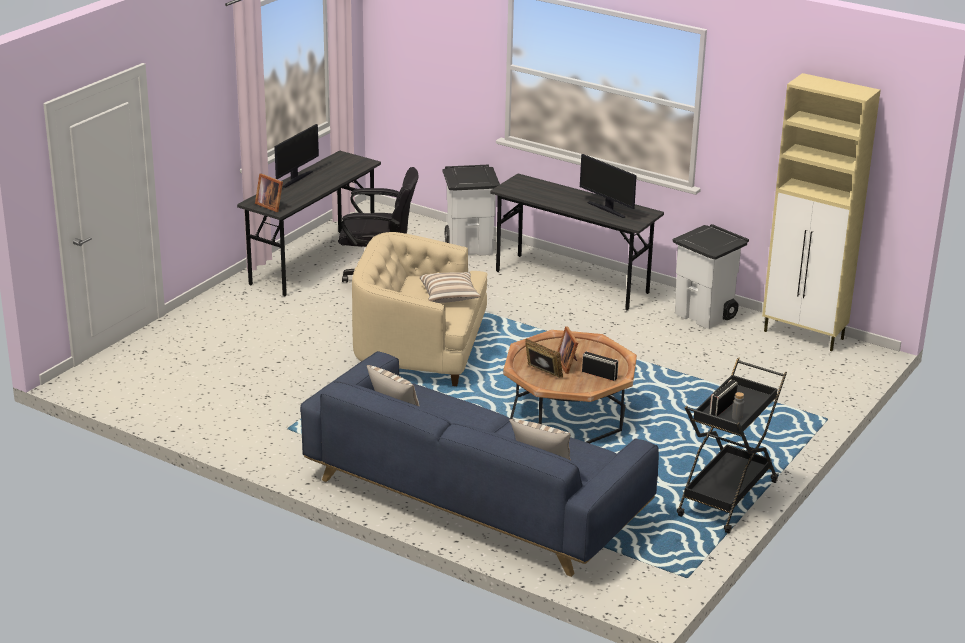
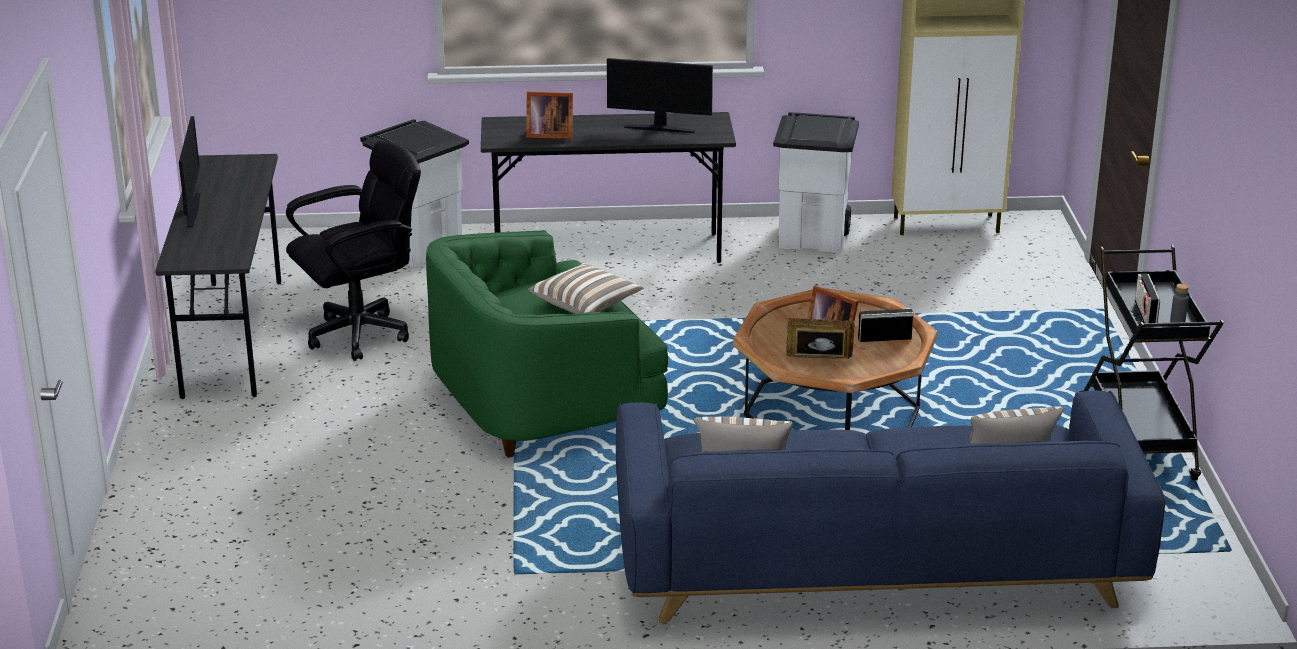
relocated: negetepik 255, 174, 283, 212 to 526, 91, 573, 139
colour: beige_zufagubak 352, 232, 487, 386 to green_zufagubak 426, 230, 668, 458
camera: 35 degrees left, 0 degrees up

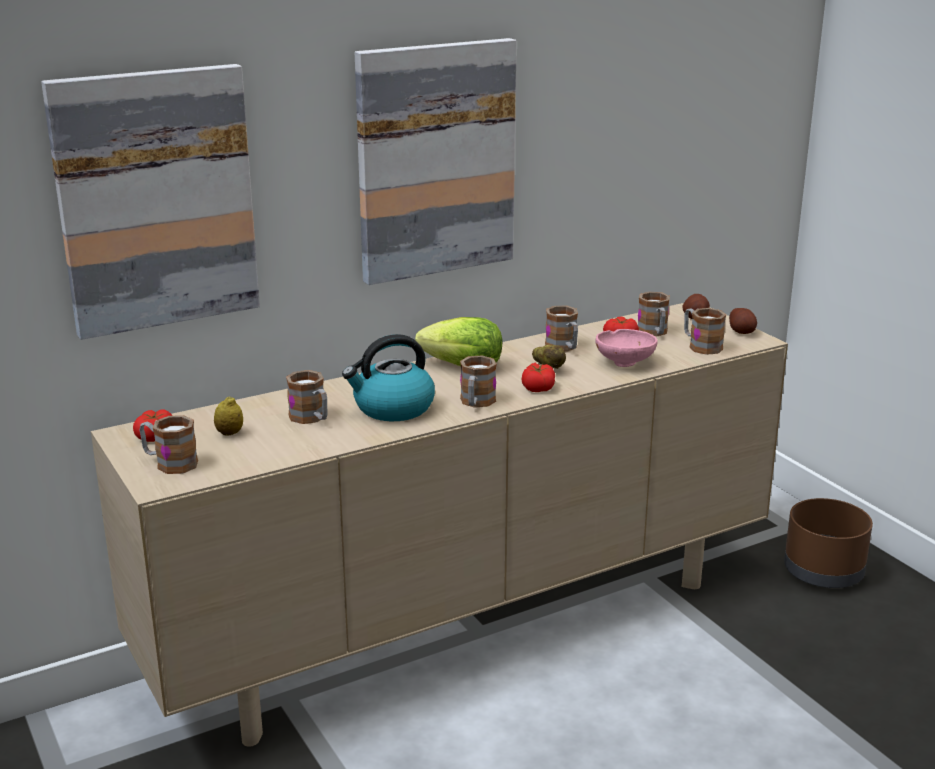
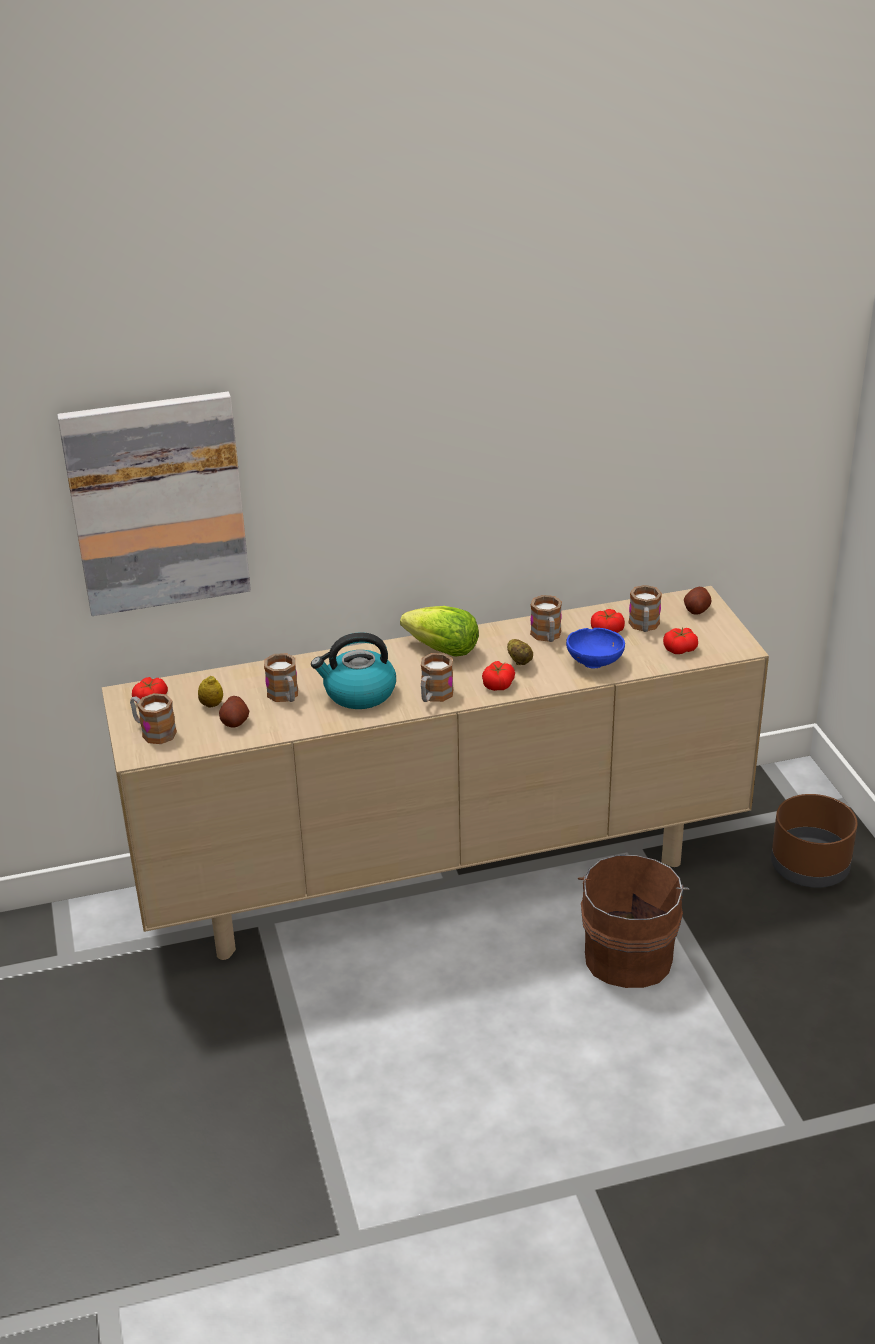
missing: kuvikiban 355, 38, 517, 285
appeared: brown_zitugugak 578, 855, 689, 988
relocated: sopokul 729, 308, 757, 334 to 219, 696, 249, 727
exchanged: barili 684, 308, 726, 355 to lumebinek 663, 628, 698, 654
colour: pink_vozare 595, 329, 658, 367 to blue_vozare 566, 628, 625, 668
camera: 15 degrees right, 10 degrees up

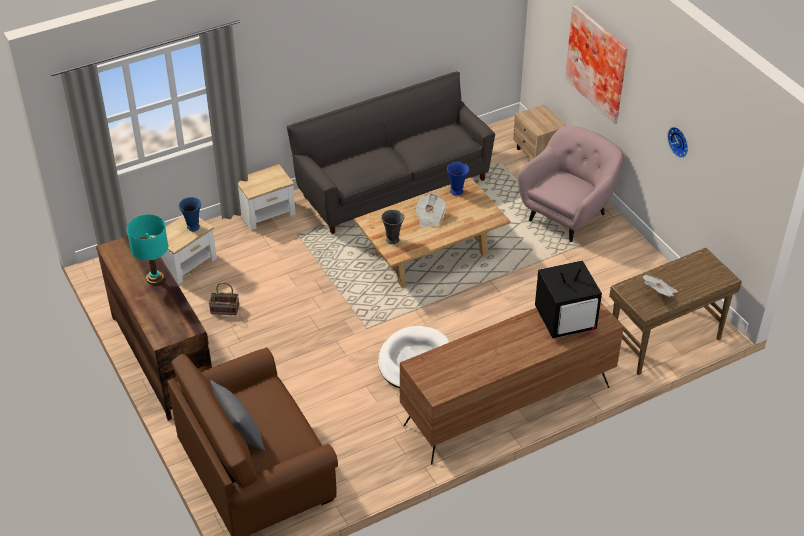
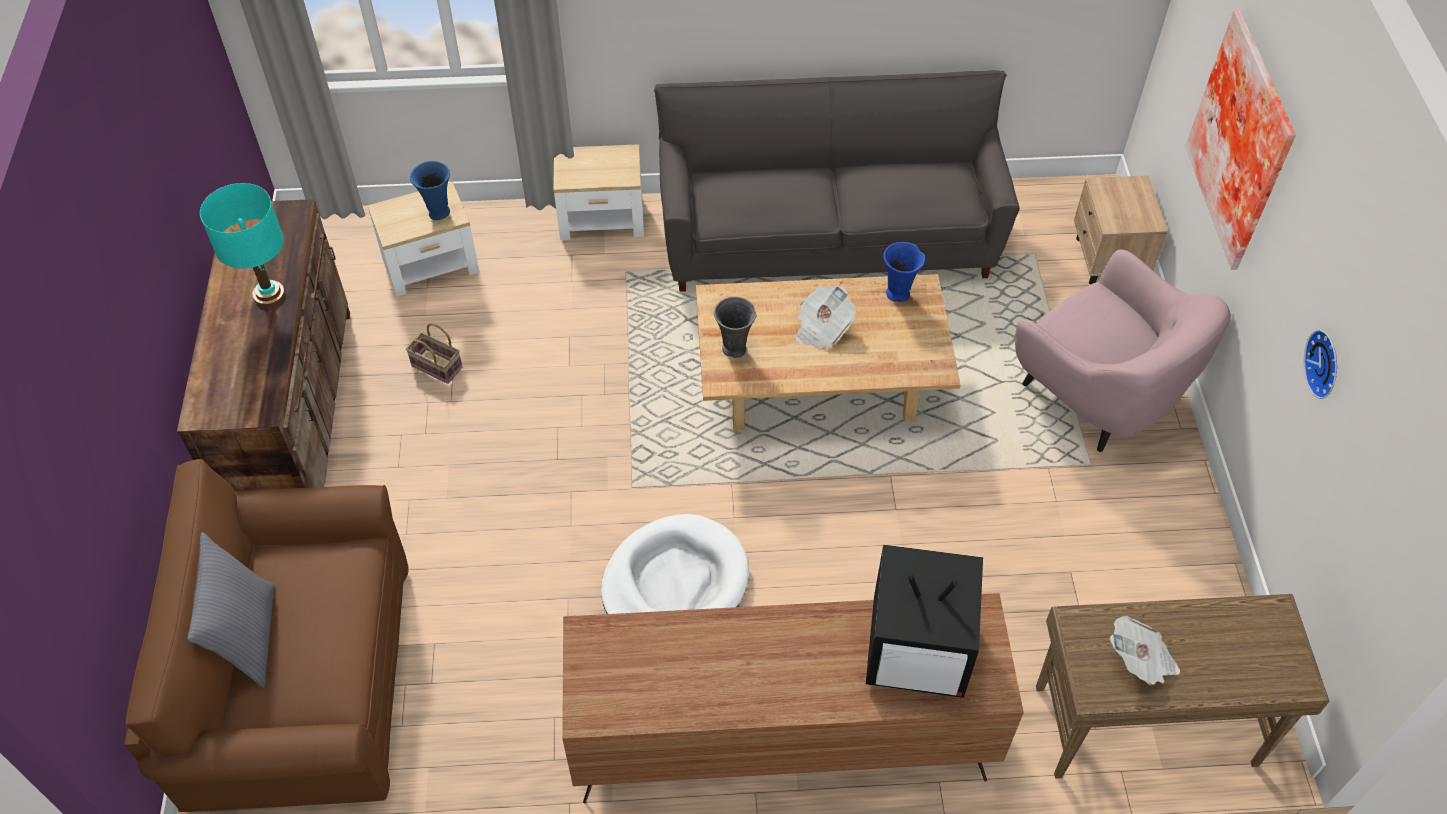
spun: pink_zufagubak 518, 126, 624, 242 = 1015, 250, 1231, 452 75 degrees clockwise
camera: 25 degrees right, 10 degrees up

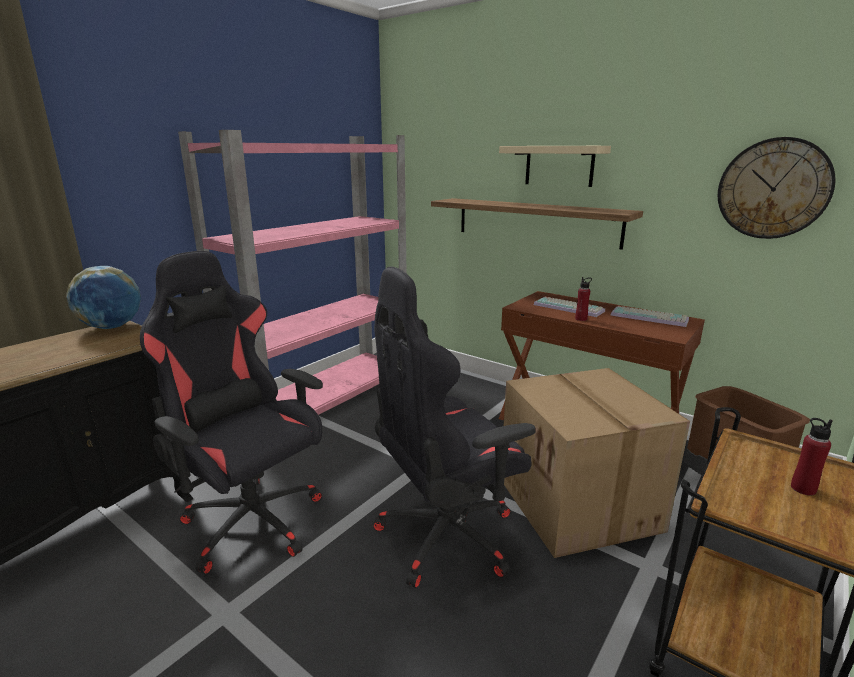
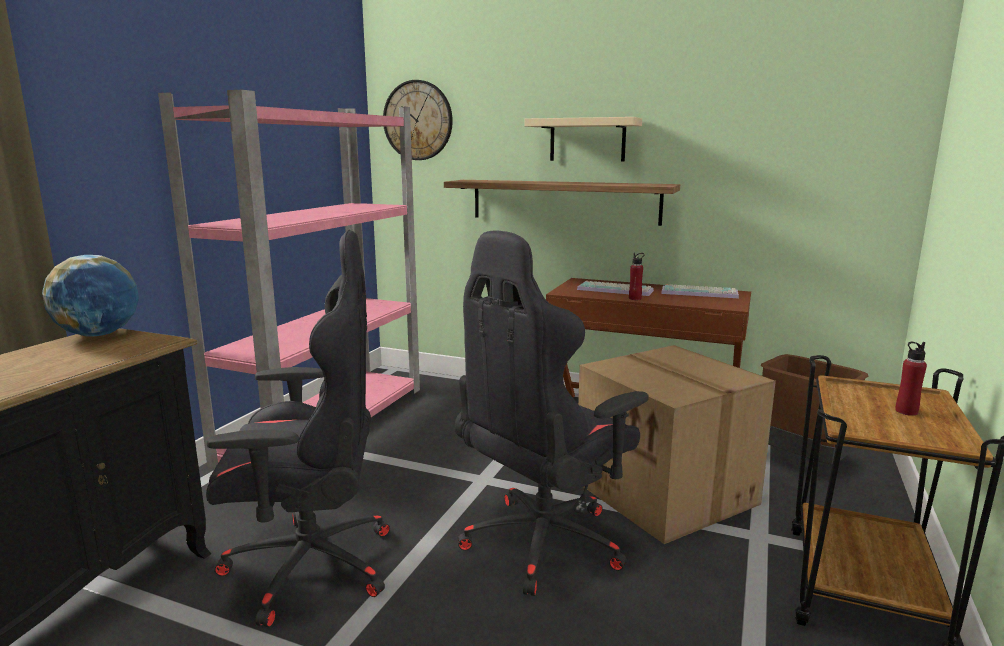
relocated: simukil 718, 137, 836, 239 to 383, 80, 453, 160
spun: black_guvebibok 140, 251, 323, 574 = 206, 230, 390, 627 150 degrees clockwise
camera: 15 degrees left, 5 degrees down

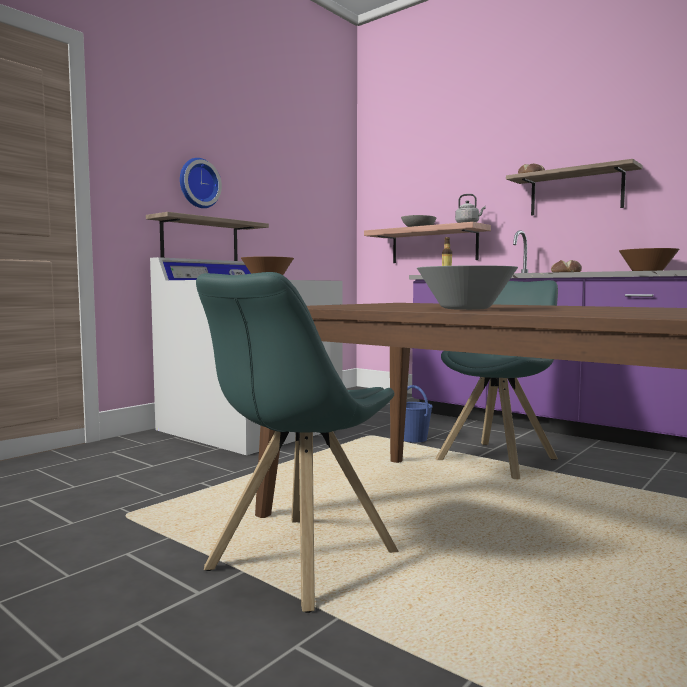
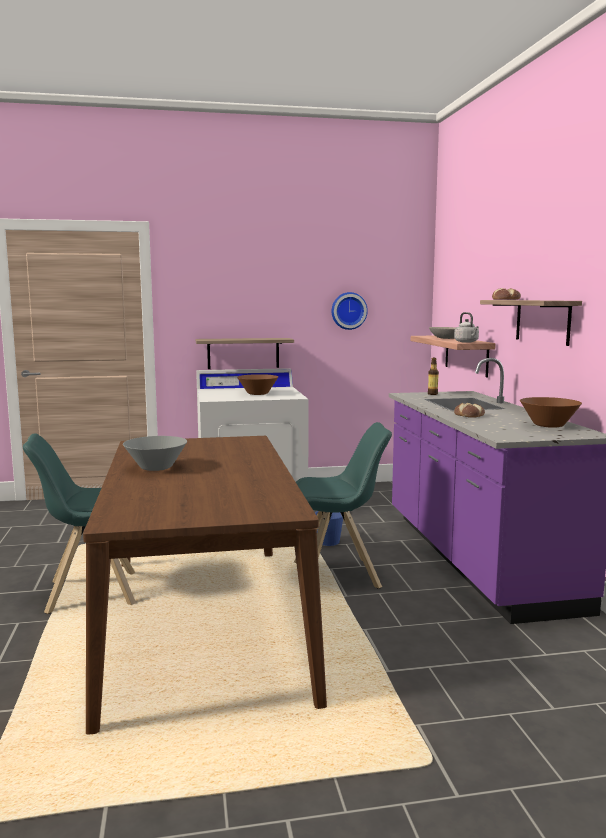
relocated: simukil 180, 158, 222, 208 to 332, 292, 368, 330
camera: 40 degrees right, 5 degrees up

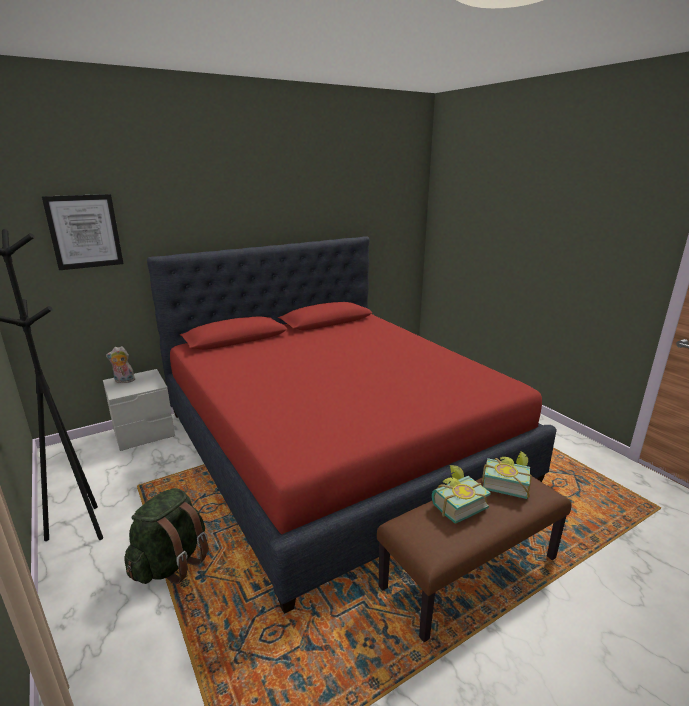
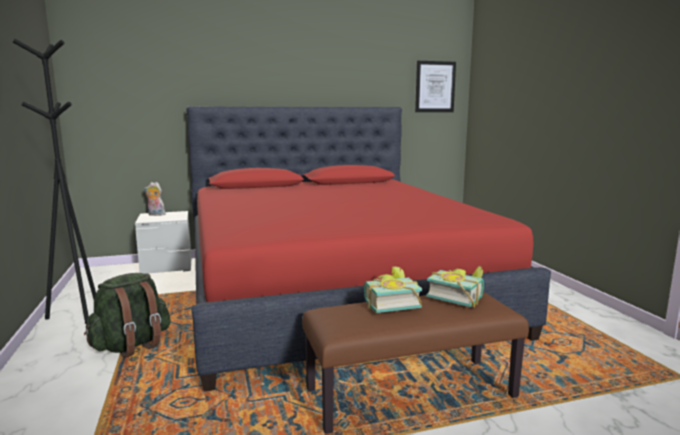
relocated: kuvikiban 42, 194, 124, 270 to 415, 61, 456, 112
camera: 15 degrees right, 10 degrees down

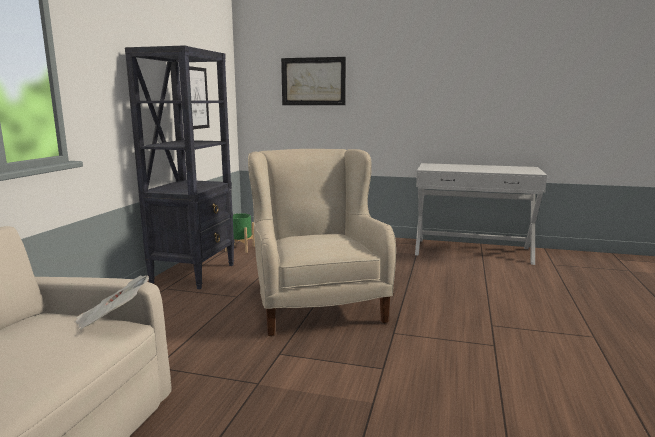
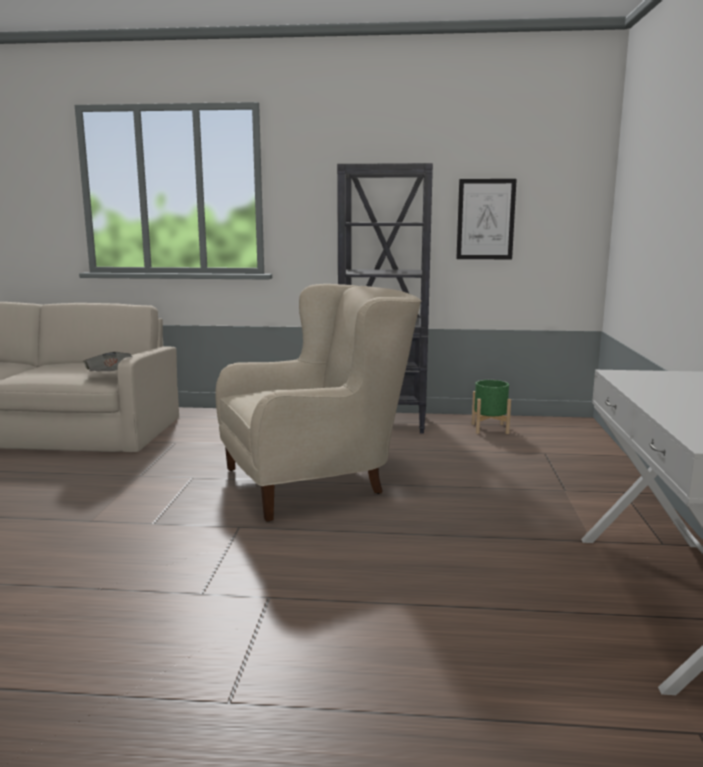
missing: kuvikiban 281, 57, 346, 105
camera: 80 degrees right, 0 degrees up

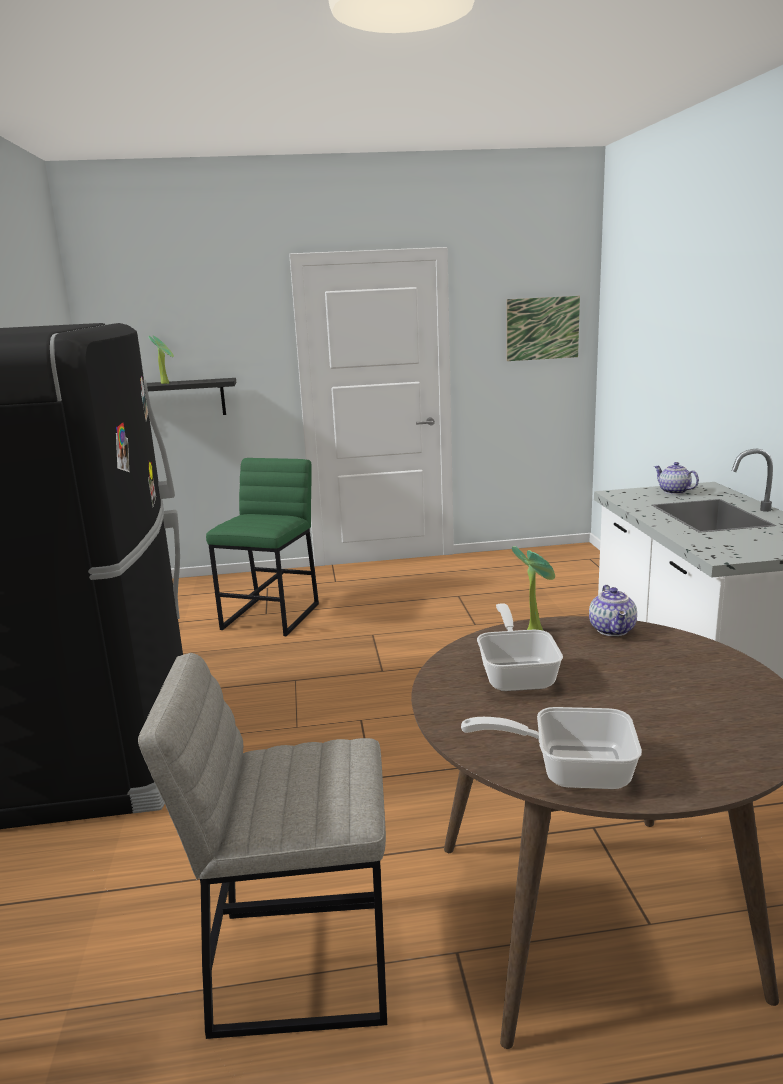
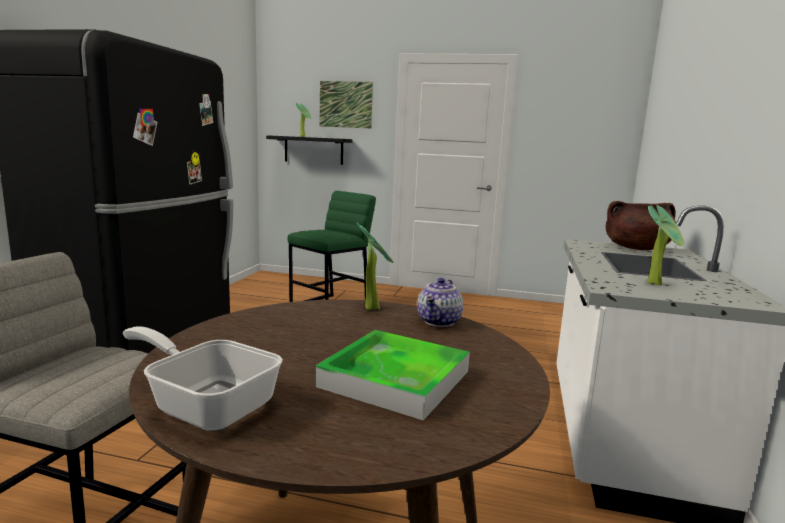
missing: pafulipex 477, 603, 563, 691
appeared: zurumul 316, 330, 470, 421; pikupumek 647, 205, 684, 285
relocated: kuvikiban 507, 296, 580, 361 to 319, 81, 373, 128
exchanged: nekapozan 654, 462, 699, 494 to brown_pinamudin 606, 201, 676, 250
camera: 20 degrees right, 5 degrees down

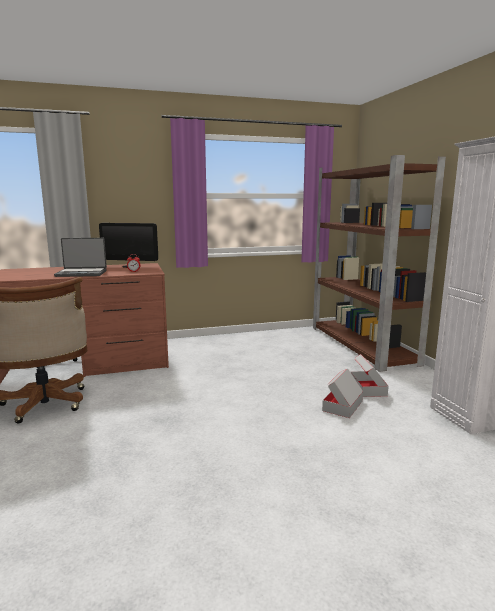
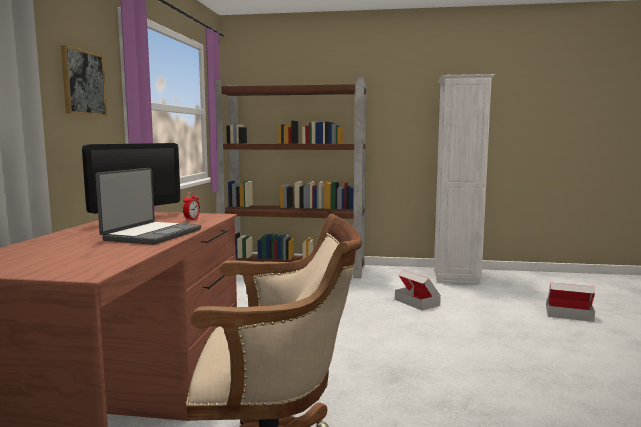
appeared: kuvikiban 61, 45, 107, 116
relocated: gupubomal 350, 354, 389, 397 to 546, 282, 595, 322
camera: 65 degrees left, 5 degrees down

